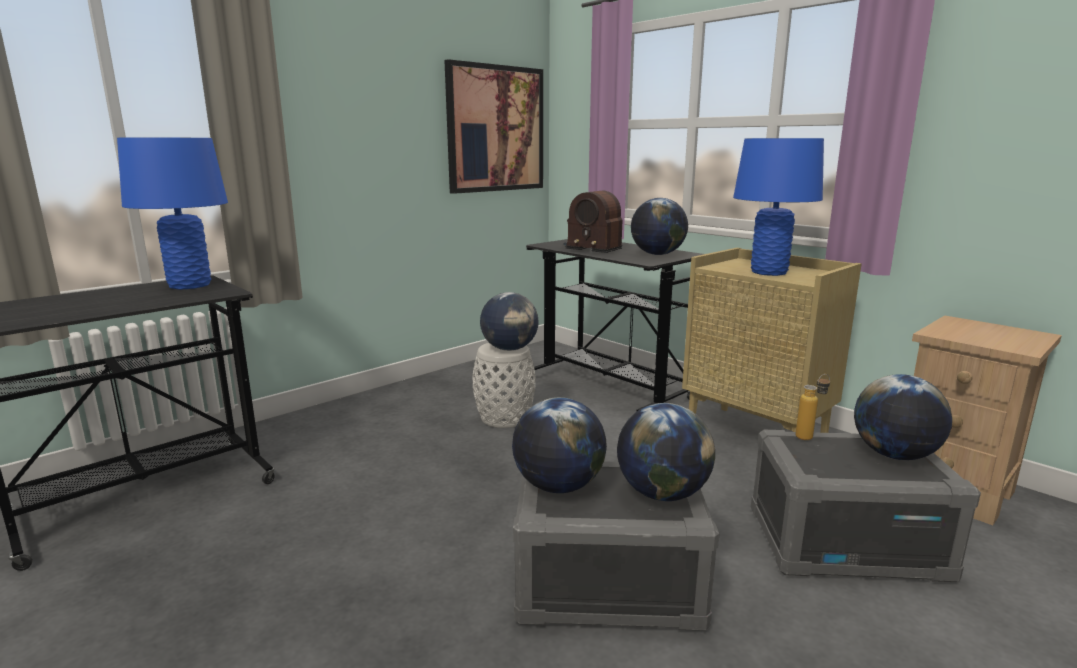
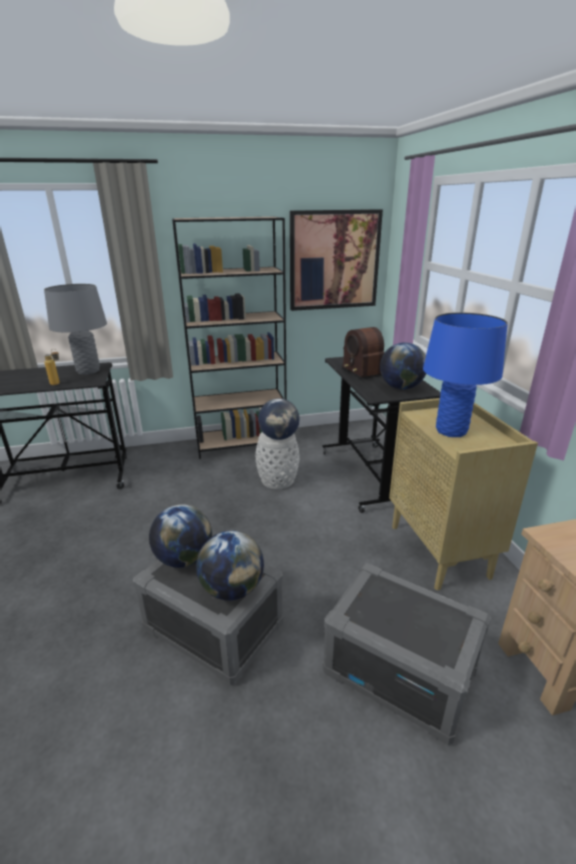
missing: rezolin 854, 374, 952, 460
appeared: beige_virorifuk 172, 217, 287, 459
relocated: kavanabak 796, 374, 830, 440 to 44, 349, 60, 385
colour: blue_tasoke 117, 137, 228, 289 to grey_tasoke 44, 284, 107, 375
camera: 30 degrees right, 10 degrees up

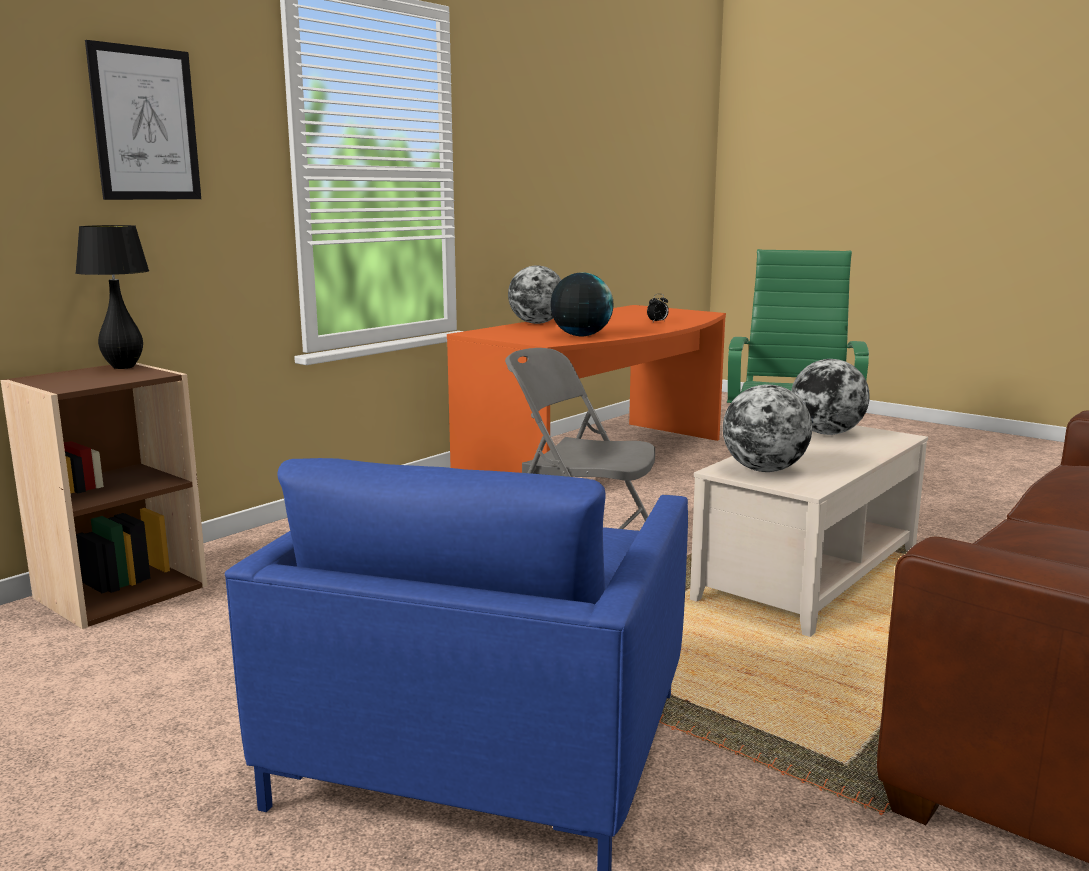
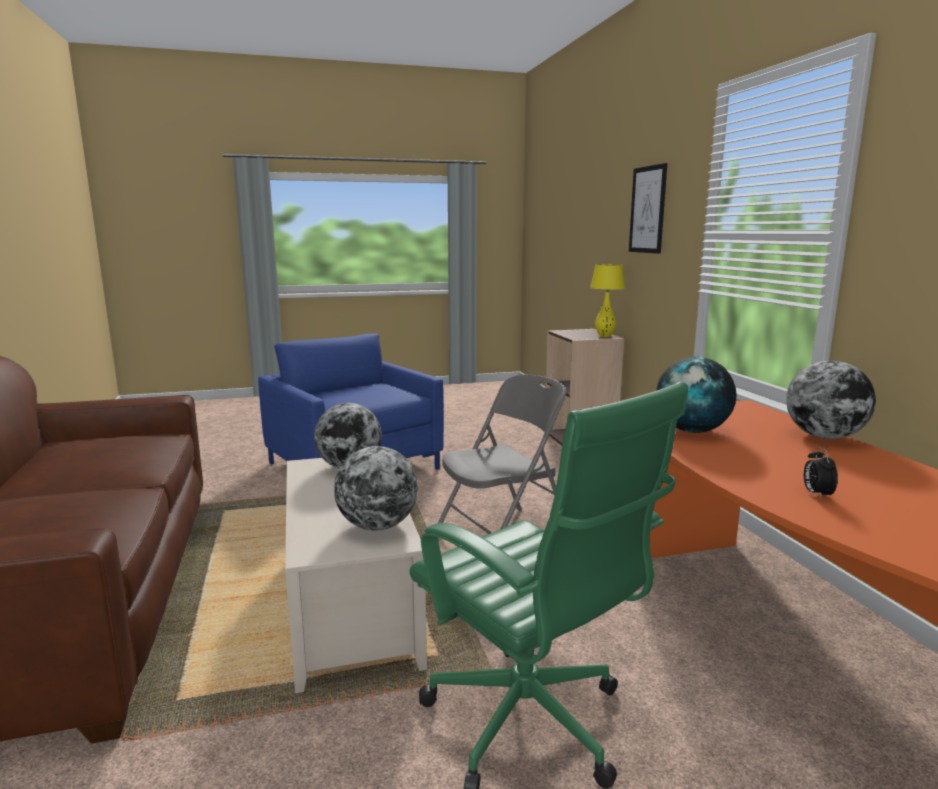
colour: black_tasoke 75, 225, 149, 369 to yellow_tasoke 590, 264, 625, 337
camera: 125 degrees right, 0 degrees up

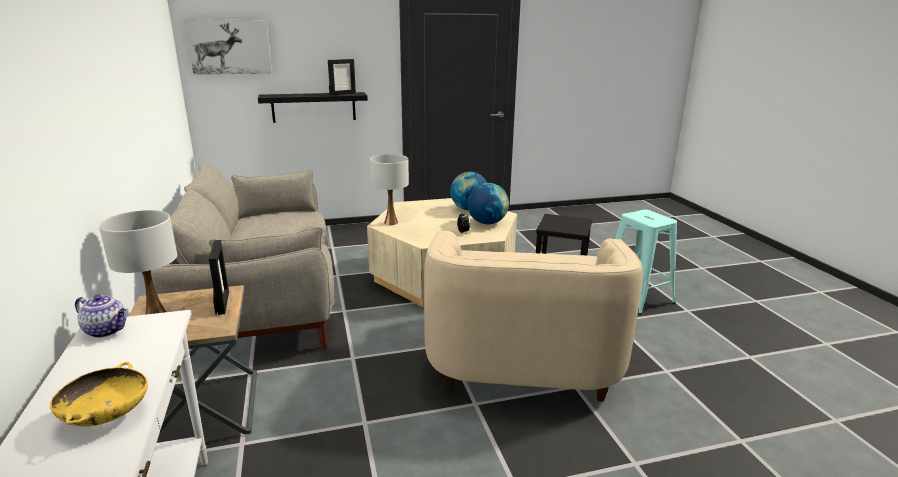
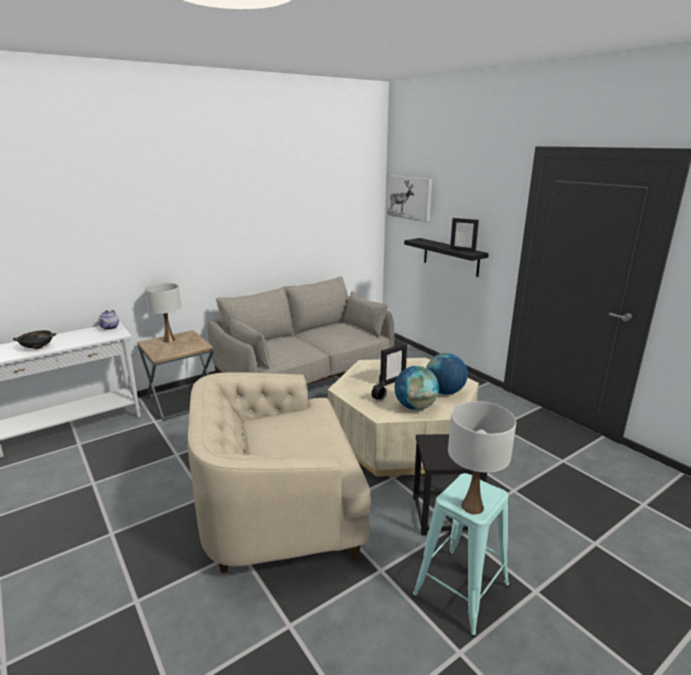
relocated: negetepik 209, 240, 229, 315 to 379, 343, 407, 386; white_tasoke 370, 154, 409, 225 to 448, 401, 516, 514
colour: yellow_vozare 50, 362, 148, 427 to black_vozare 13, 330, 56, 349
camera: 70 degrees right, 0 degrees up

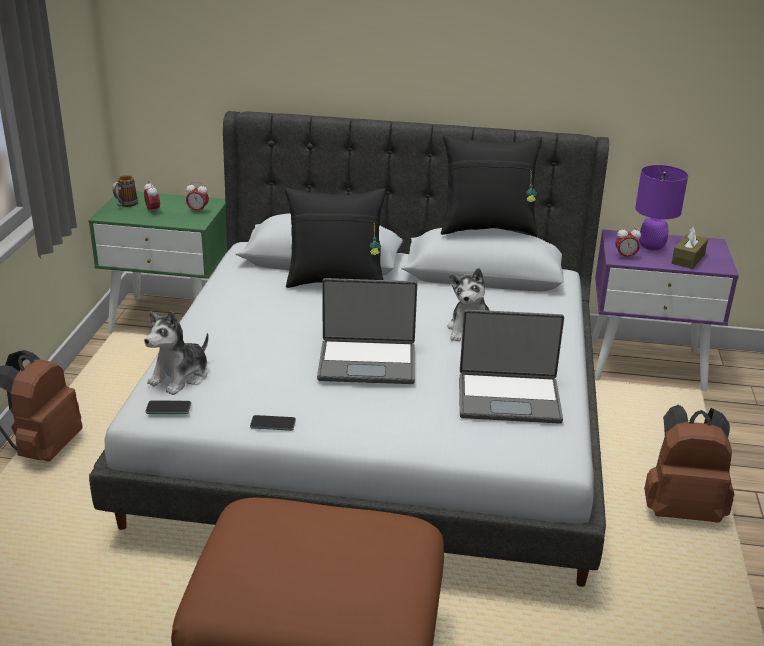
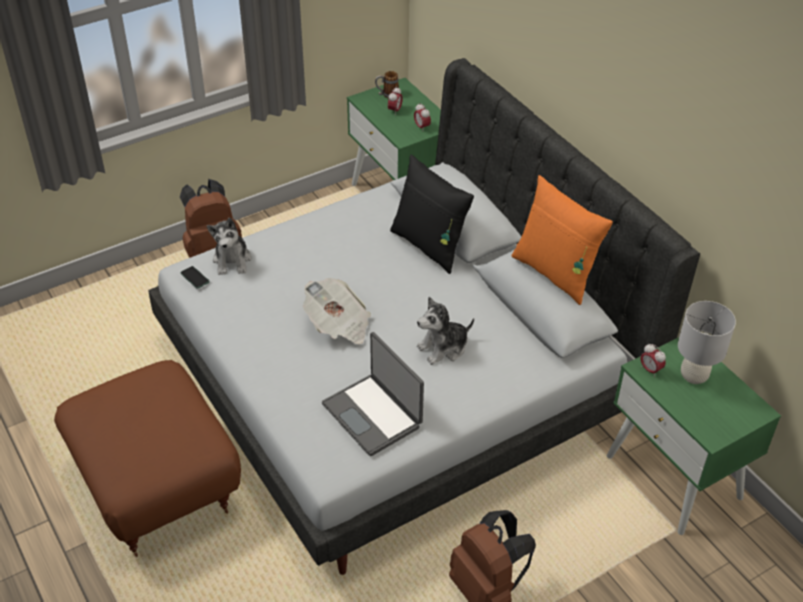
missing: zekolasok 250, 415, 296, 431; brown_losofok 672, 227, 708, 269
exchanged: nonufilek 317, 278, 417, 384 to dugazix 303, 278, 371, 344
colour: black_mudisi 441, 135, 542, 237 to orange_mudisi 511, 175, 613, 305; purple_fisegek 592, 229, 739, 392 to green_fisegek 607, 337, 781, 535; purple_tasoke 635, 165, 688, 250 to grey_tasoke 678, 301, 736, 384
spun: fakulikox 144, 311, 209, 395 = 207, 218, 251, 275 90 degrees counterclockwise
camera: 50 degrees right, 15 degrees up

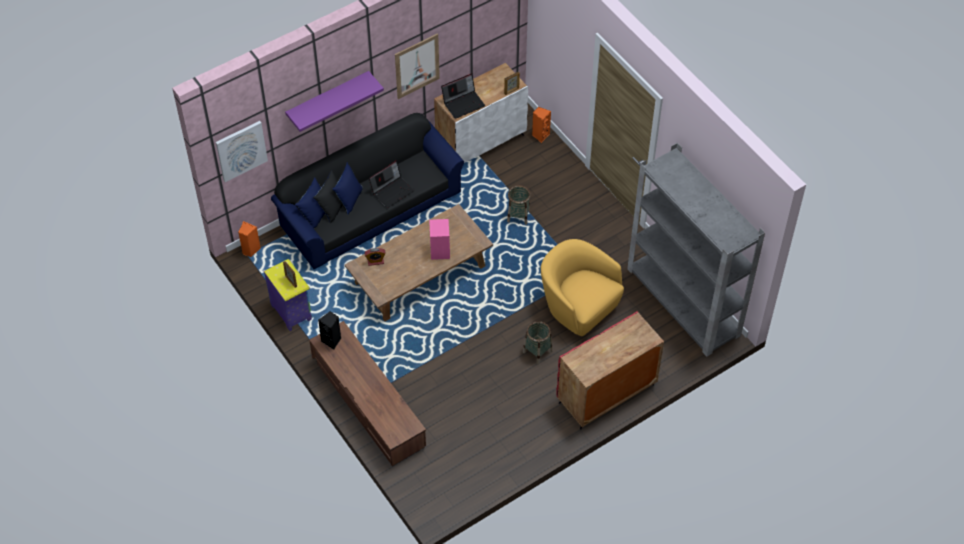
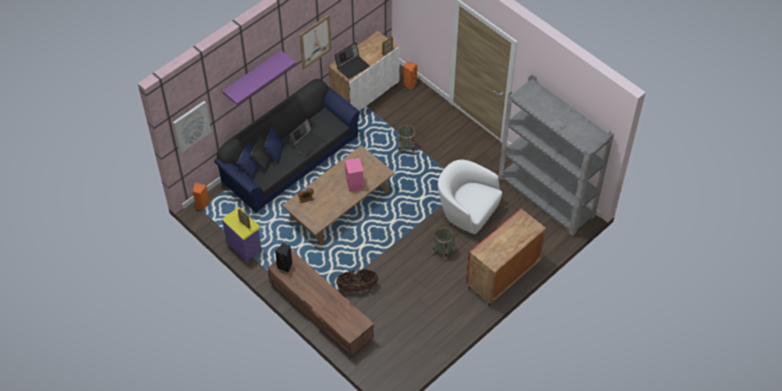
appeared: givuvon 336, 269, 378, 292
colour: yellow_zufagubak 541, 239, 624, 336 to white_zufagubak 438, 160, 502, 234
camera: 10 degrees left, 0 degrees up

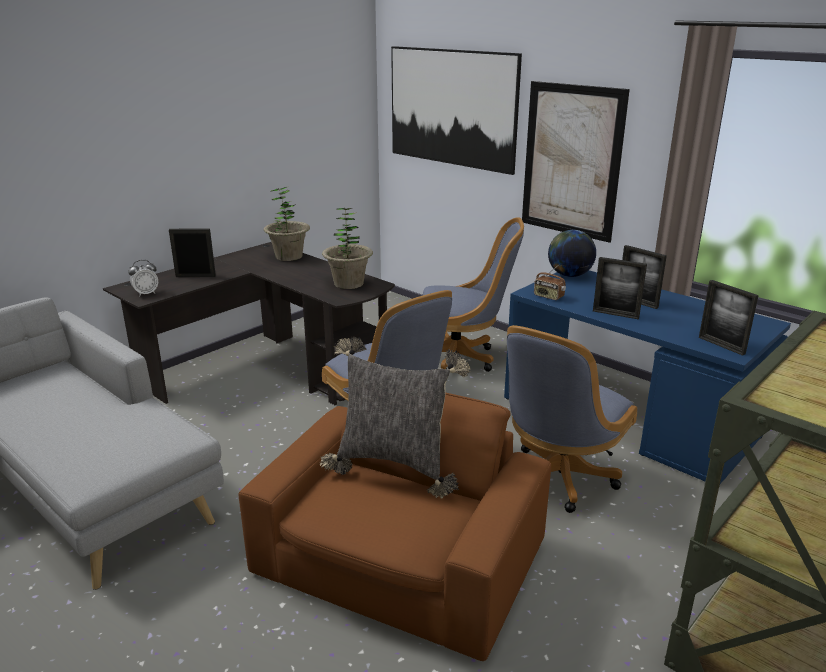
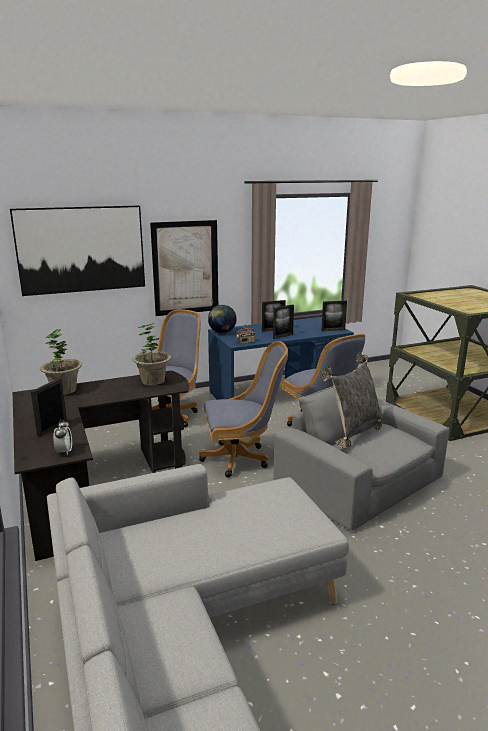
colour: brown_zufagubak 238, 392, 551, 661 to grey_zufagubak 273, 386, 449, 531
camera: 65 degrees left, 5 degrees down

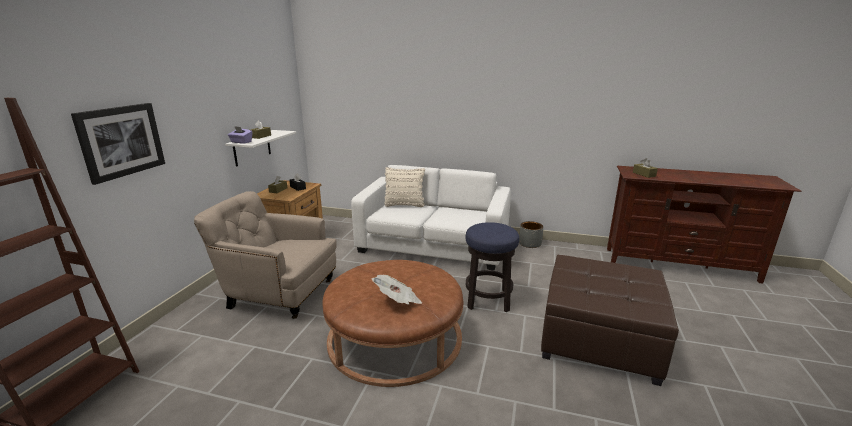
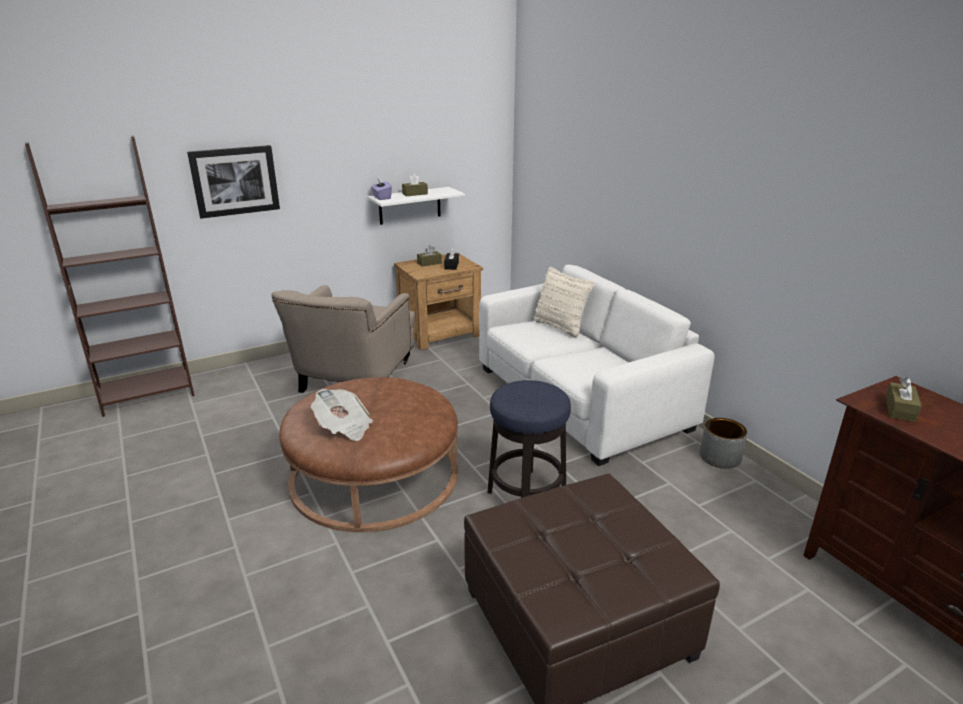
spun: beige_zufagubak 194, 191, 337, 319 = 271, 285, 415, 393 135 degrees counterclockwise
camera: 45 degrees right, 5 degrees up

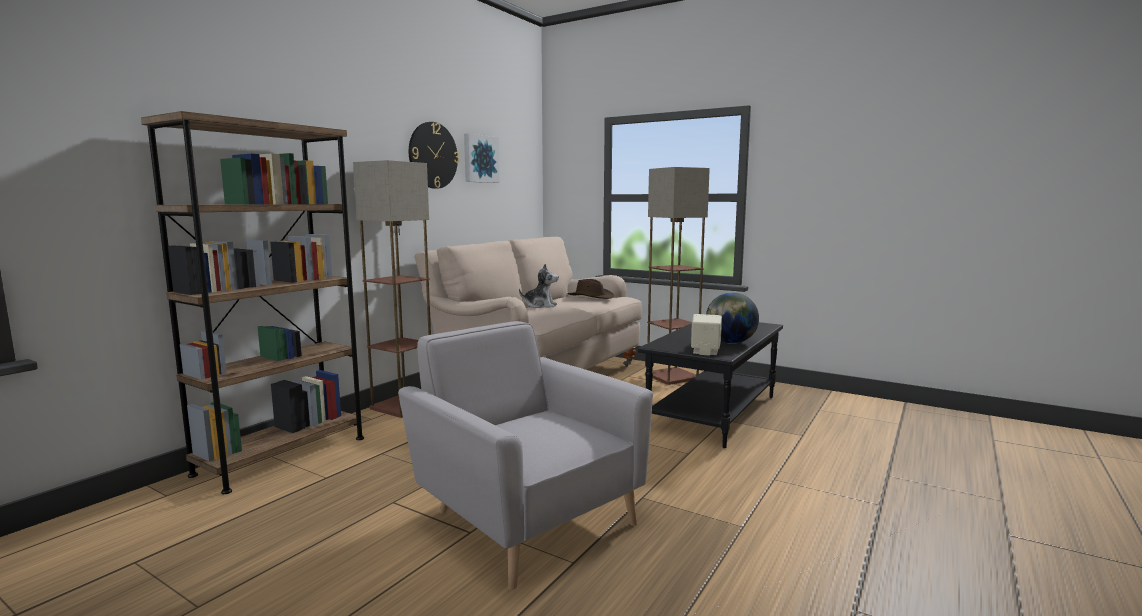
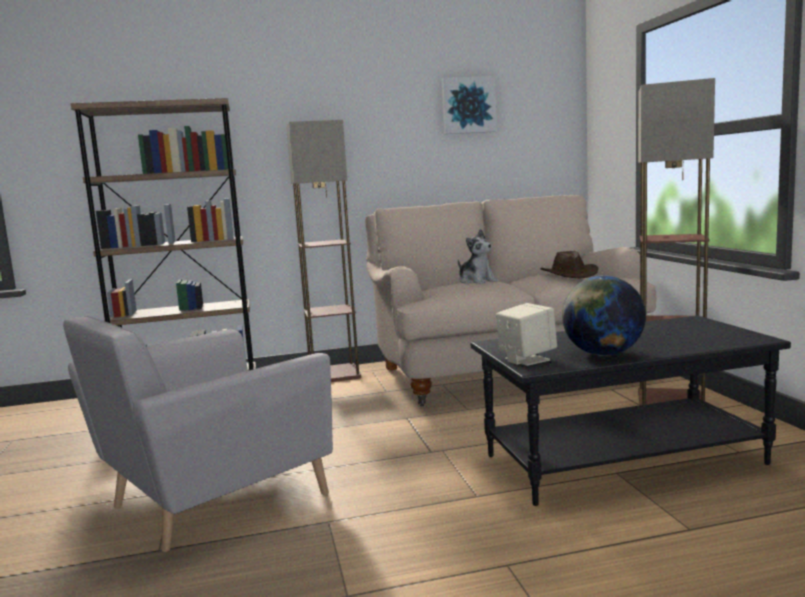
missing: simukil 409, 122, 459, 189
spun: grey_zufagubak 398, 321, 653, 590 = 63, 316, 333, 552 135 degrees counterclockwise
camera: 45 degrees right, 0 degrees up

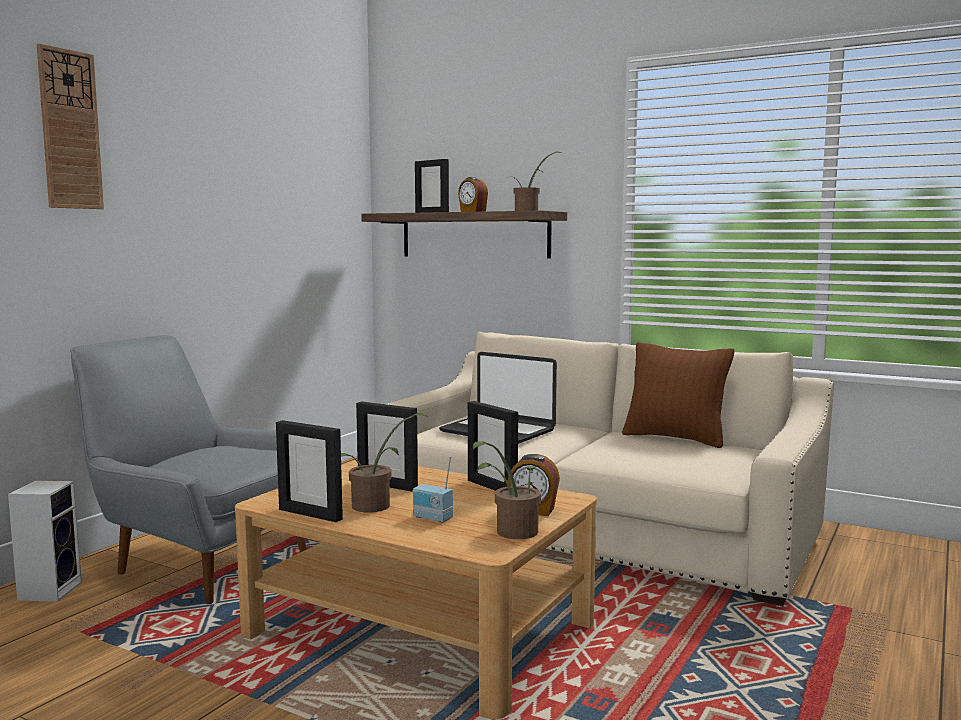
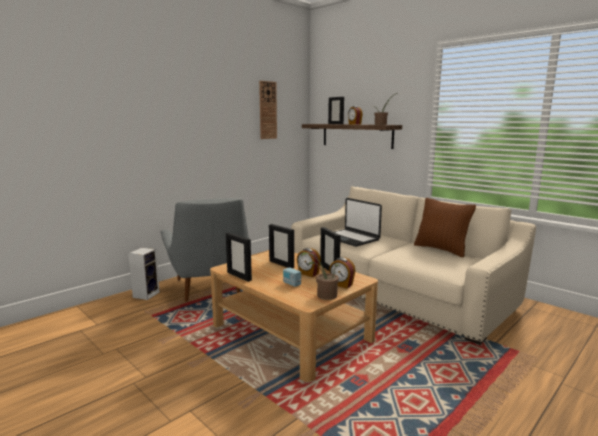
missing: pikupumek 341, 413, 429, 512
appeared: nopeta 297, 248, 321, 277
relocated: simukil 37, 44, 104, 209 to 259, 81, 277, 139
spun: grey_zufagubak 70, 335, 307, 604 = 160, 198, 250, 302 150 degrees counterclockwise
camera: 15 degrees right, 5 degrees up

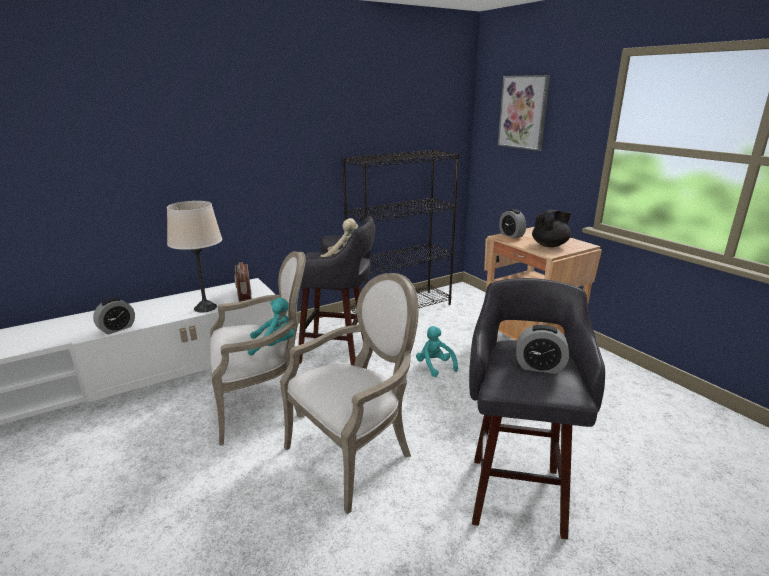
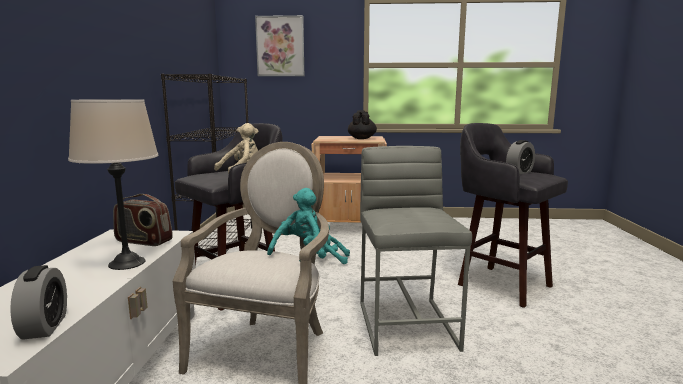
missing: nopeta 499, 209, 526, 239
exchanged: zufagubak 280, 273, 419, 514 to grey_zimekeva 360, 146, 472, 356
camera: 55 degrees left, 10 degrees down

